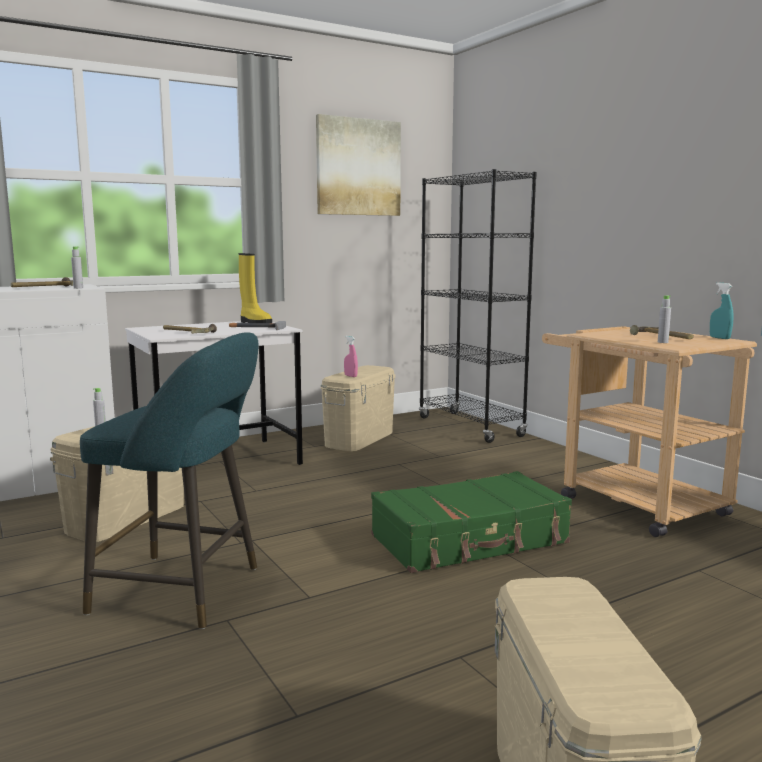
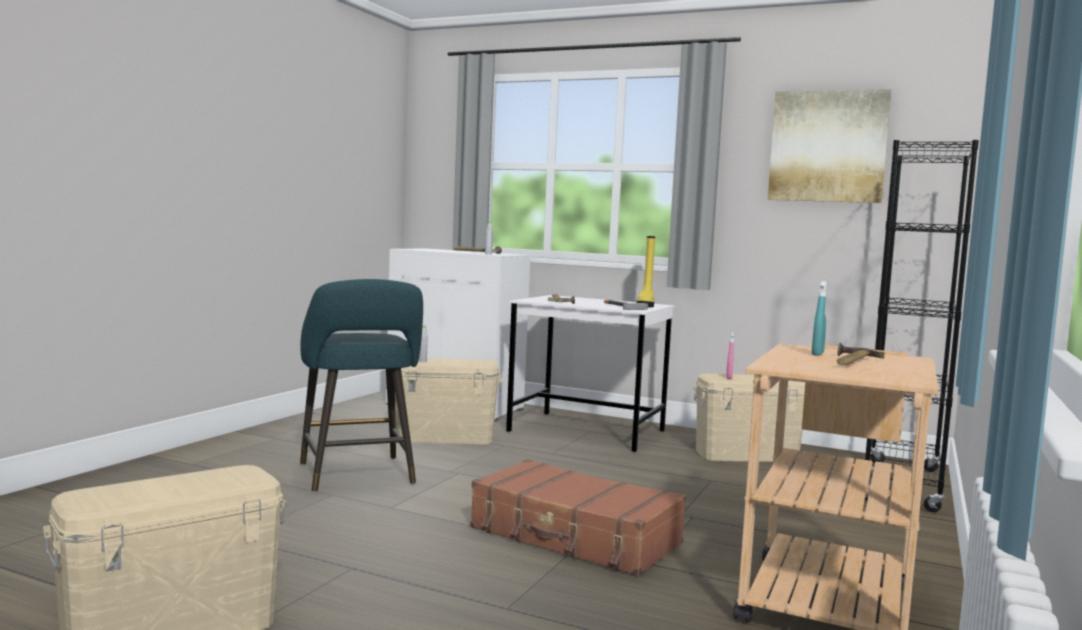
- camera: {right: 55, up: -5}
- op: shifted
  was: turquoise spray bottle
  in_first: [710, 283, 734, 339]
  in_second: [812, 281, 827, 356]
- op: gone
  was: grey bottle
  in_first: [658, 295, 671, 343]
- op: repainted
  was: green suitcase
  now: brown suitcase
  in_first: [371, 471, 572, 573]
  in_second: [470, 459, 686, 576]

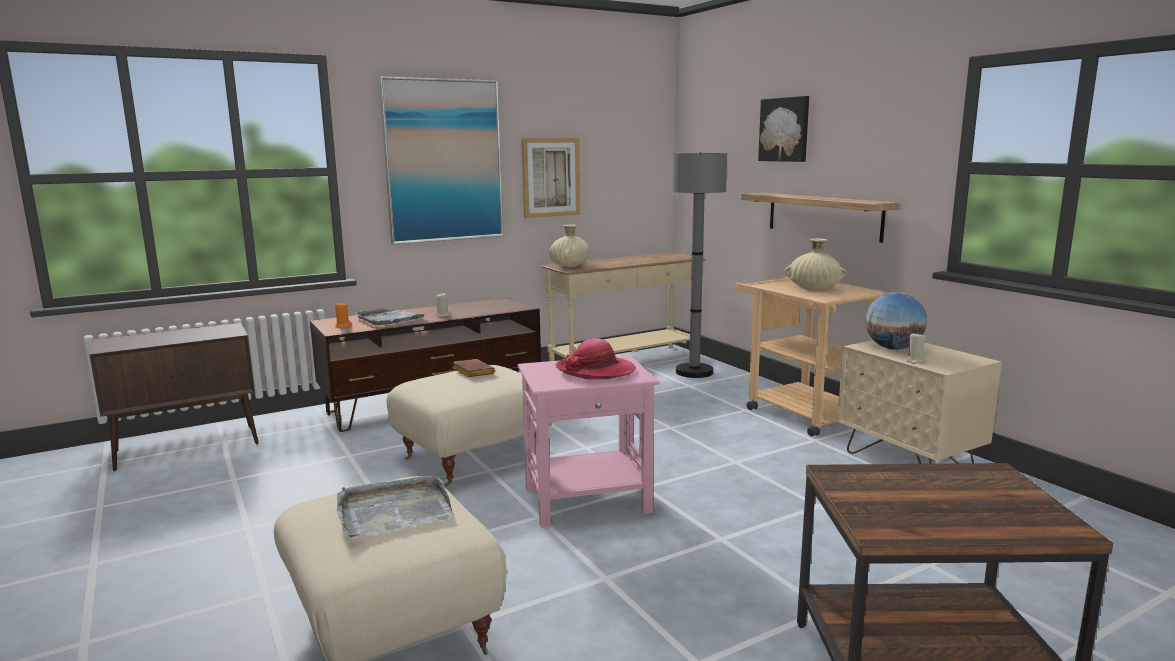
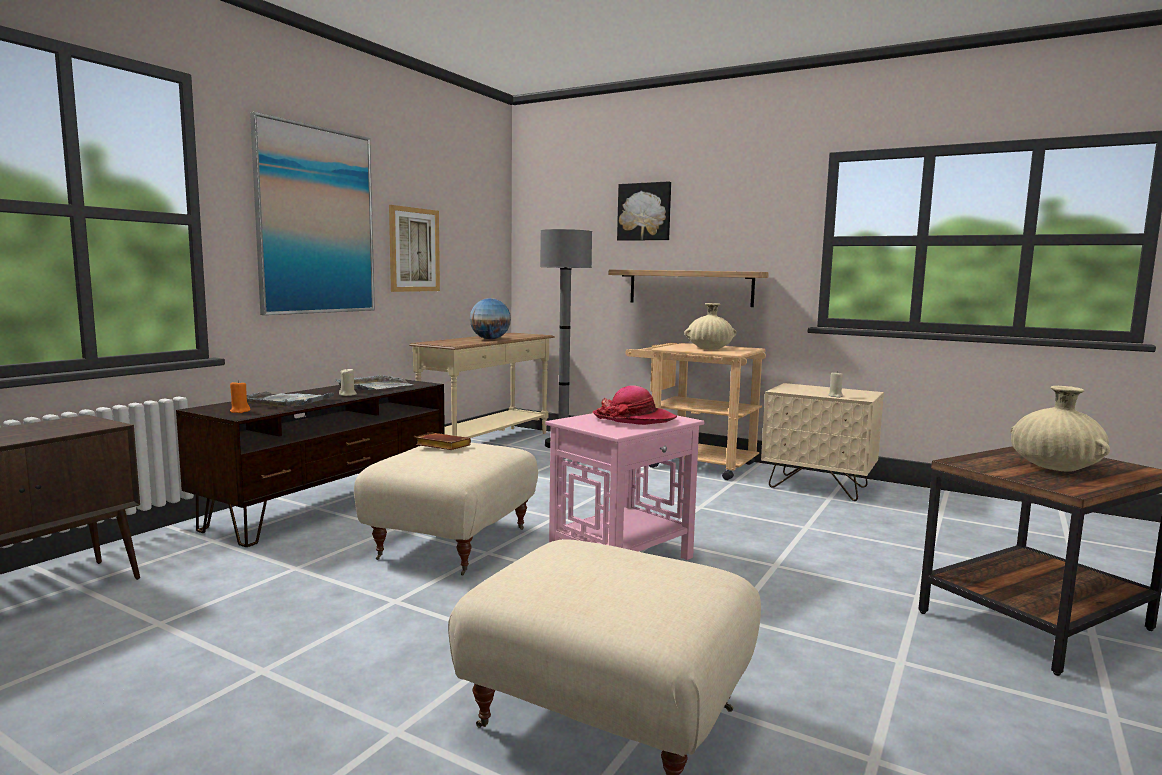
- camera: {right: -30, up: -5}
- op: shifted
  was: beige vase
  in_first: [550, 224, 590, 267]
  in_second: [1010, 386, 1110, 472]
- op: shifted
  was: globe
  in_first: [865, 292, 927, 350]
  in_second: [470, 298, 511, 339]
- op: shifted
  was: grey tray
  in_first: [337, 475, 455, 537]
  in_second: [336, 375, 414, 390]

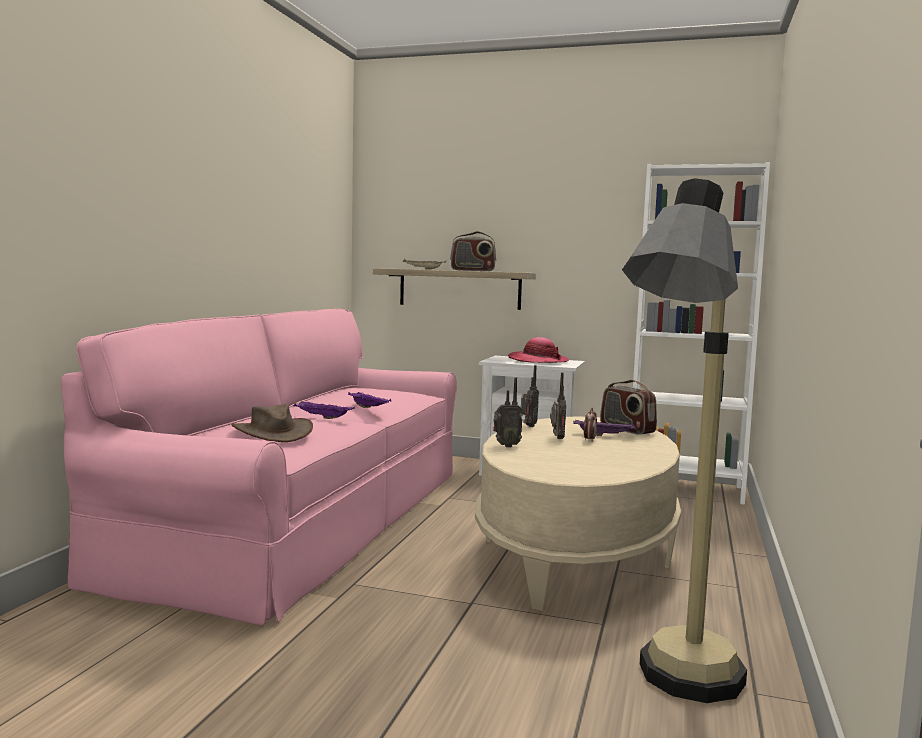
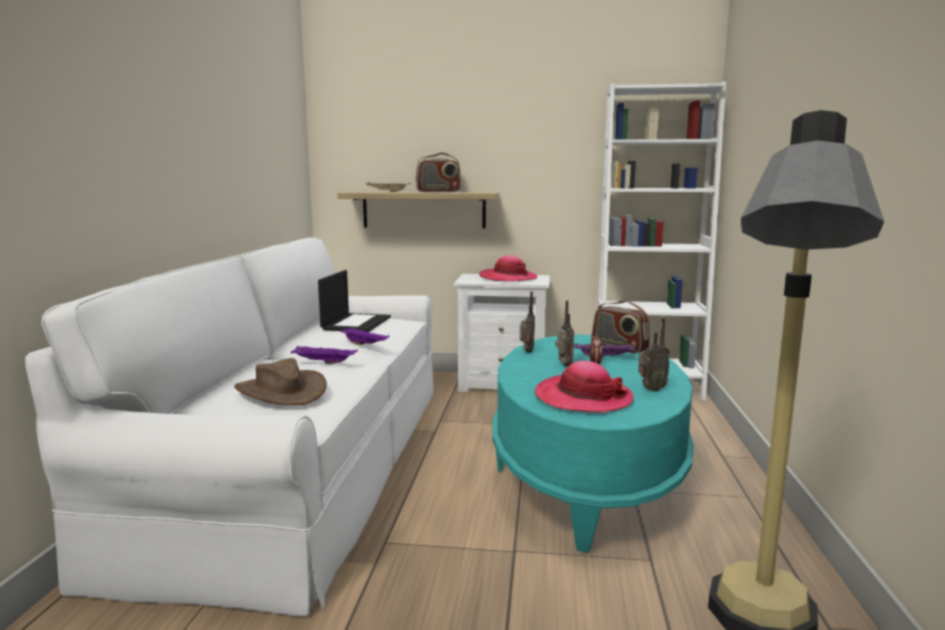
- camera: {right: -10, up: 5}
- op: repainted
  was: pink sofa
  now: white sofa
  in_first: [61, 309, 457, 625]
  in_second: [25, 237, 434, 616]
- op: shifted
  was: radio
  in_first: [493, 377, 523, 447]
  in_second: [638, 318, 670, 392]
- op: repainted
  was: beige coffee table
  now: turquoise coffee table
  in_first: [475, 416, 681, 611]
  in_second: [492, 334, 694, 553]
- op: new
  now: laptop
  in_second: [318, 270, 391, 332]
- op: new
  now: hat
  in_second: [535, 361, 633, 413]

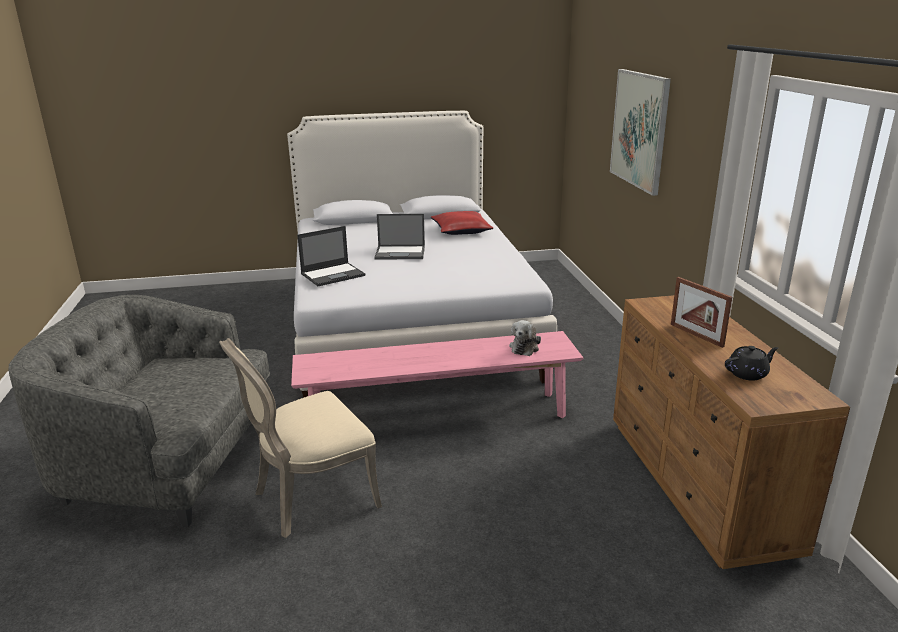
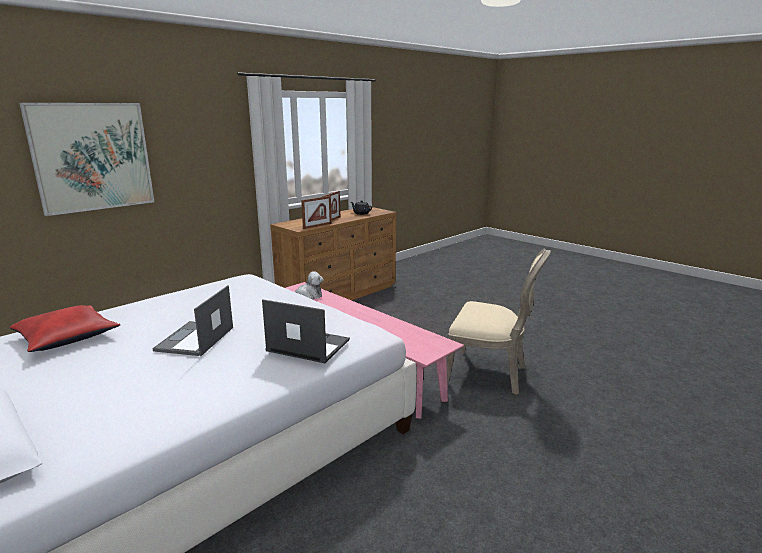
- camera: {right: -125, up: -5}
- op: rotated
  was: laptop
  in_first: [374, 214, 425, 260]
  in_second: [152, 285, 233, 356]
  clockwise: -135
- op: gone
  was: grey armchair
  in_first: [9, 295, 270, 527]
- op: new
  now: picture frame
  in_second: [301, 196, 332, 229]

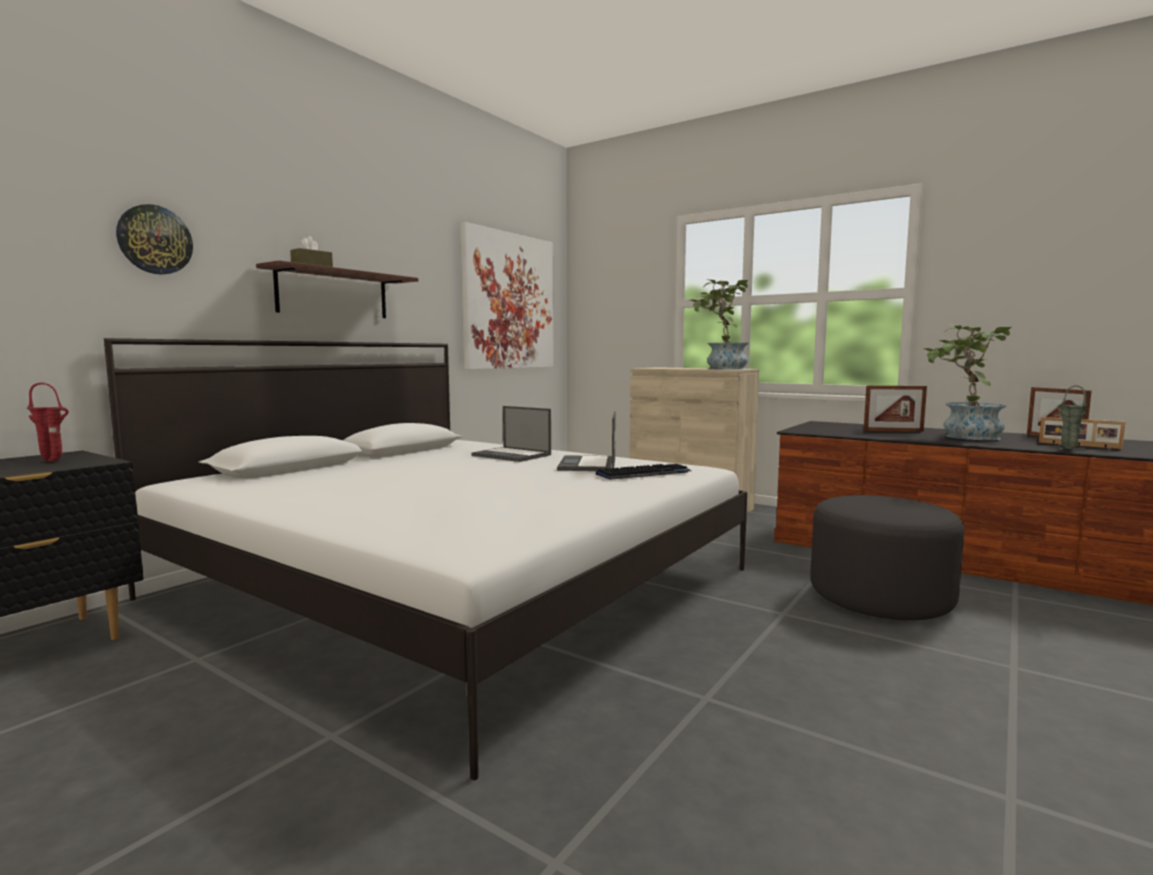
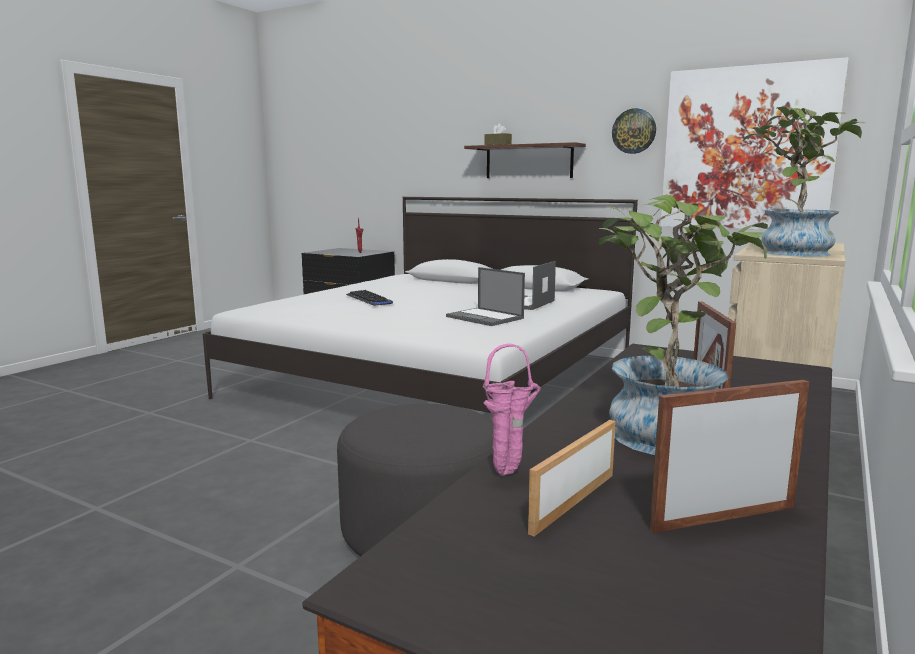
- camera: {right: 85, up: 5}
- op: shifted
  was: wall clock
  in_first: [116, 204, 193, 275]
  in_second: [612, 108, 656, 154]
- op: repainted
  was: green vase
  now: pink vase
  in_first: [1057, 385, 1088, 450]
  in_second: [482, 344, 541, 476]
- op: rotated
  was: laptop
  in_first: [557, 411, 616, 471]
  in_second: [446, 267, 525, 326]
  clockwise: -135
- op: shifted
  was: keyboard
  in_first: [596, 464, 691, 480]
  in_second: [346, 290, 393, 306]

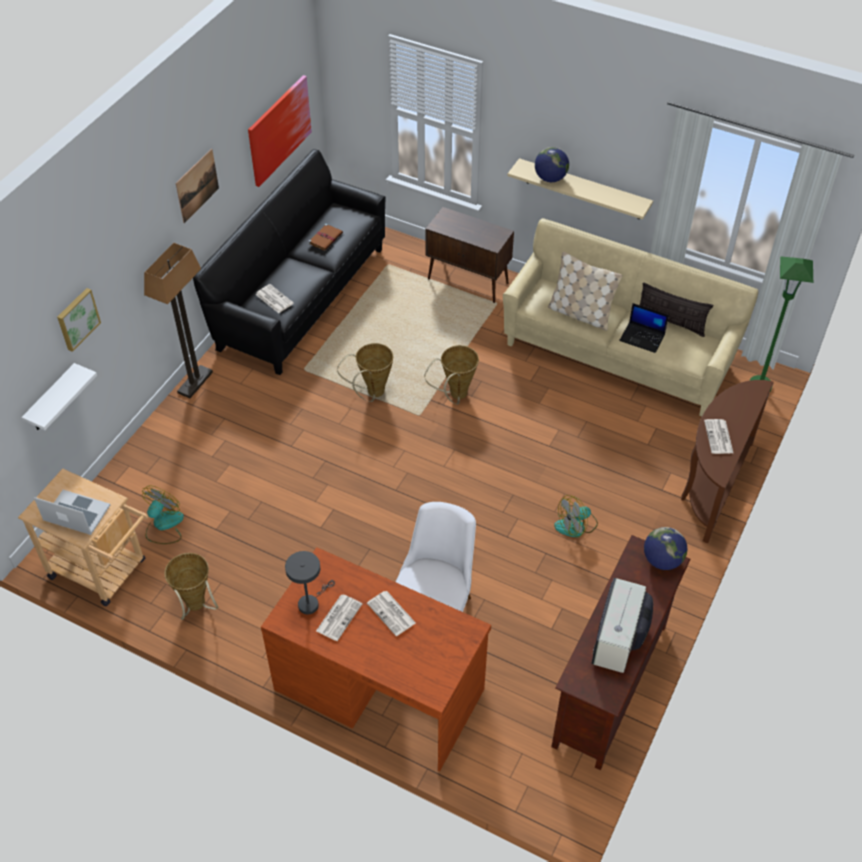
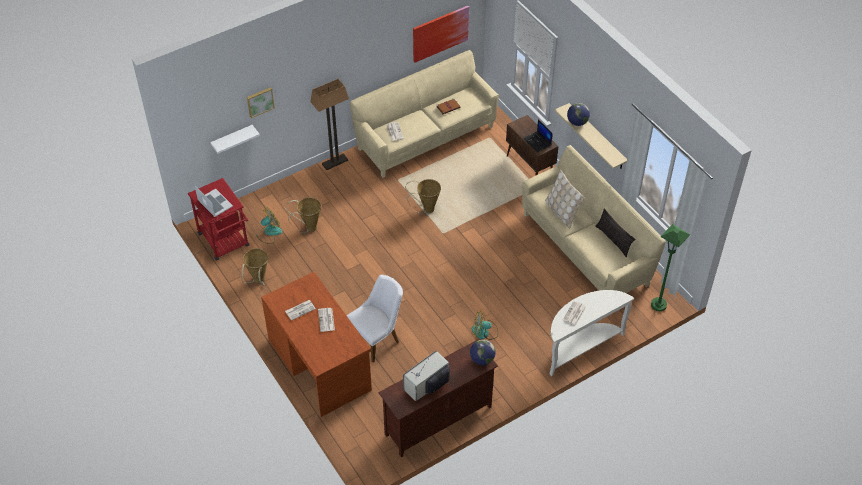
- camera: {right: 30, up: 0}
- op: gone
  was: picture
  in_first: [176, 149, 219, 223]
- op: repainted
  was: black sofa
  now: beige sofa
  in_first: [193, 149, 385, 375]
  in_second: [350, 50, 499, 178]
- op: shifted
  was: laptop
  in_first: [619, 303, 669, 353]
  in_second: [523, 119, 553, 152]
- op: shifted
  was: basket
  in_first: [425, 345, 479, 404]
  in_second: [285, 197, 321, 233]
- op: repainted
  was: brown console table
  now: white console table
  in_first: [681, 380, 774, 543]
  in_second: [549, 290, 634, 376]
- op: repainted
  was: beige cart
  now: red cart
  in_first: [18, 468, 148, 606]
  in_second: [188, 178, 249, 260]
- op: gone
  was: grey table lamp
  in_first: [285, 551, 335, 614]

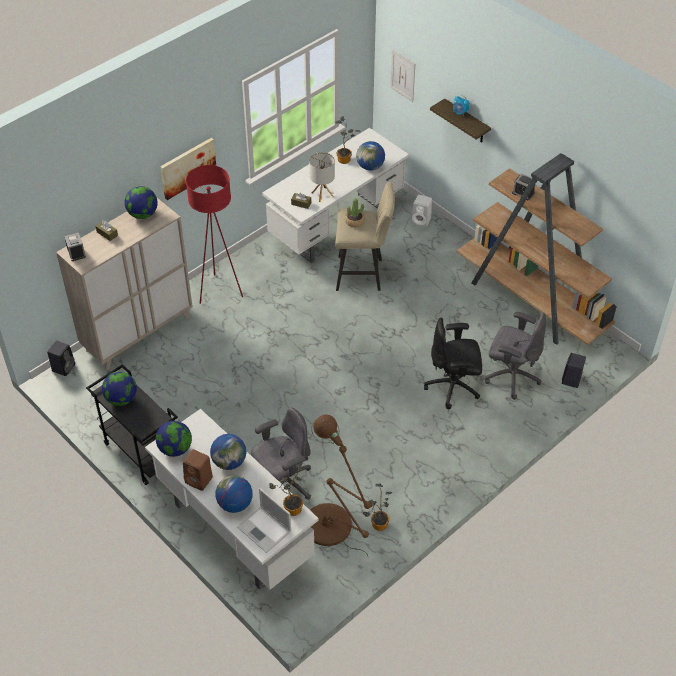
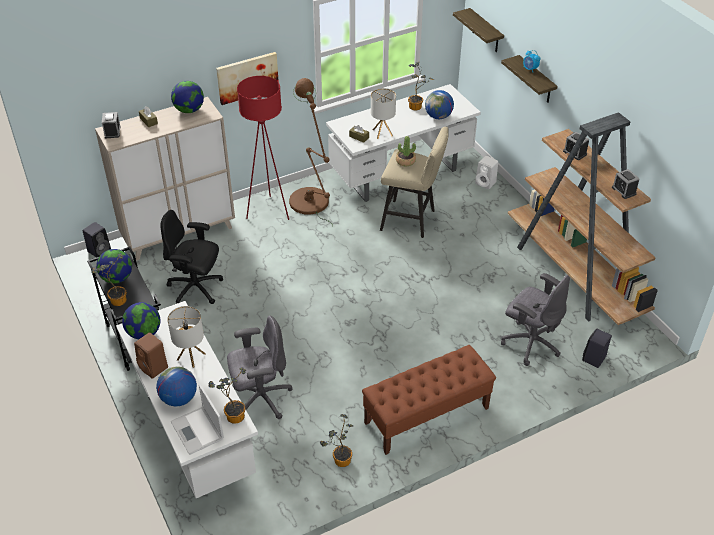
- camera: {right: 15, up: -5}
- op: swapped
  was: picture
  now: shelf
  in_first: [390, 49, 415, 102]
  in_second: [453, 8, 504, 52]
- op: shifted
  was: black office chair
  in_first: [424, 318, 482, 409]
  in_second: [160, 210, 223, 304]
- op: shifted
  was: brown floor lamp
  in_first: [310, 415, 371, 556]
  in_second: [289, 78, 333, 226]
- op: swapped
  was: globe
  now: table lamp
  in_first: [210, 434, 246, 470]
  in_second: [167, 306, 206, 368]
- op: new
  now: alarm clock
  in_second: [612, 169, 640, 199]
- op: new
  now: potted plant
  in_second: [91, 254, 127, 306]
- op: new
  now: brown bench
  in_second: [362, 345, 496, 455]

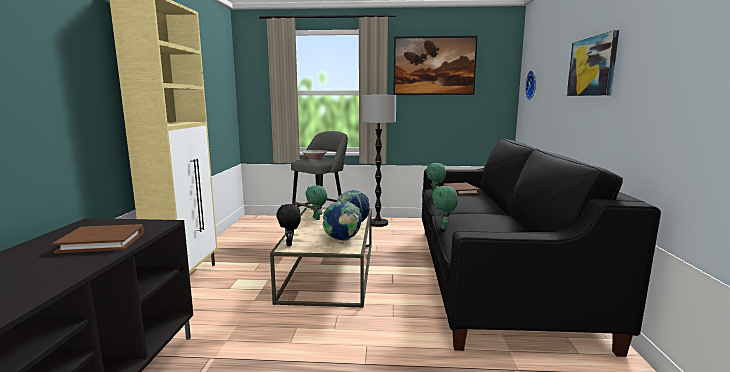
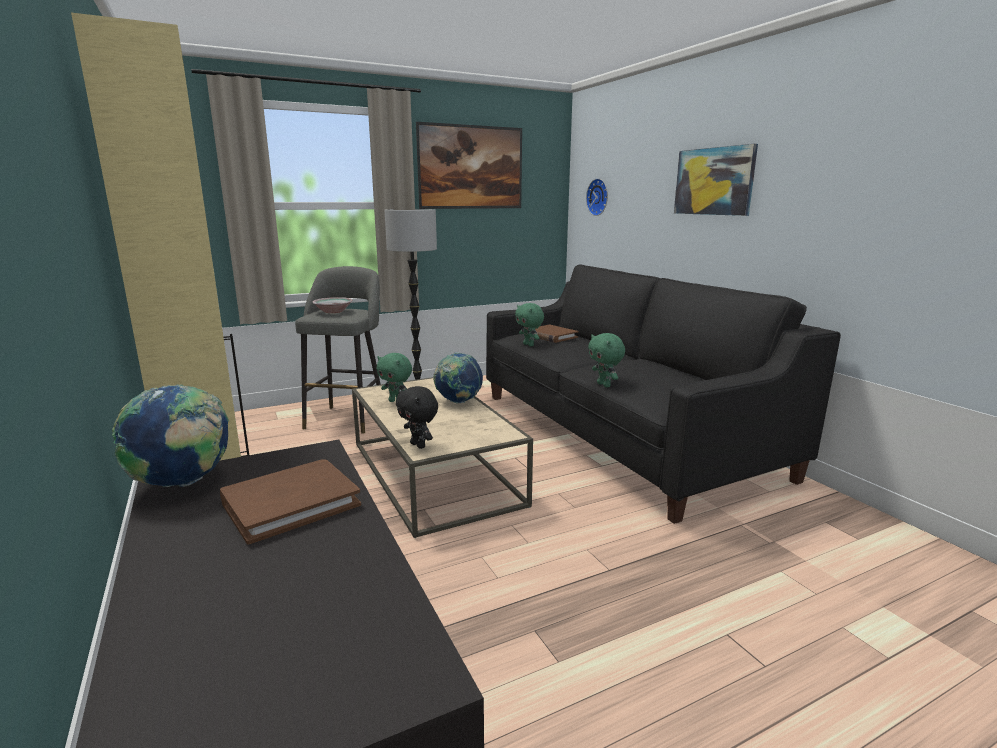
- camera: {right: -30, up: 5}
- op: shifted
  was: globe
  in_first: [323, 201, 362, 241]
  in_second: [112, 384, 229, 487]

